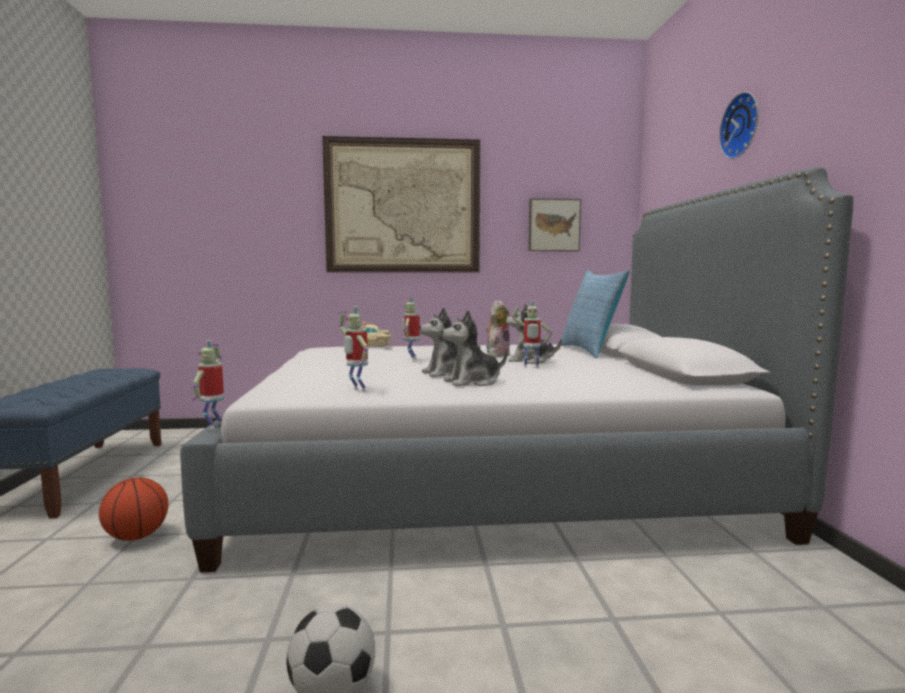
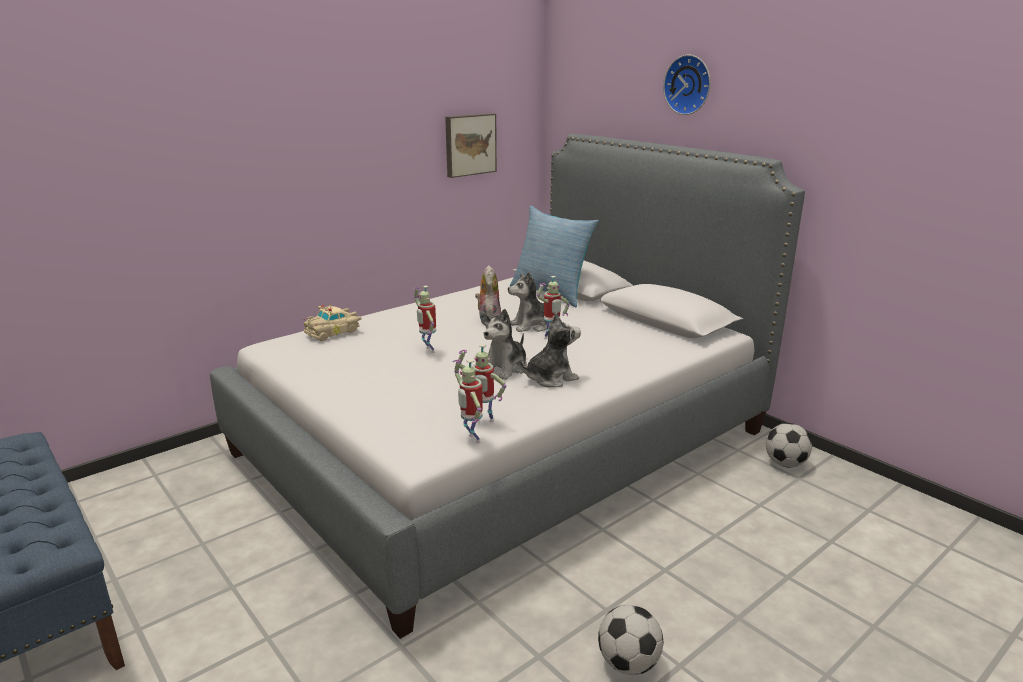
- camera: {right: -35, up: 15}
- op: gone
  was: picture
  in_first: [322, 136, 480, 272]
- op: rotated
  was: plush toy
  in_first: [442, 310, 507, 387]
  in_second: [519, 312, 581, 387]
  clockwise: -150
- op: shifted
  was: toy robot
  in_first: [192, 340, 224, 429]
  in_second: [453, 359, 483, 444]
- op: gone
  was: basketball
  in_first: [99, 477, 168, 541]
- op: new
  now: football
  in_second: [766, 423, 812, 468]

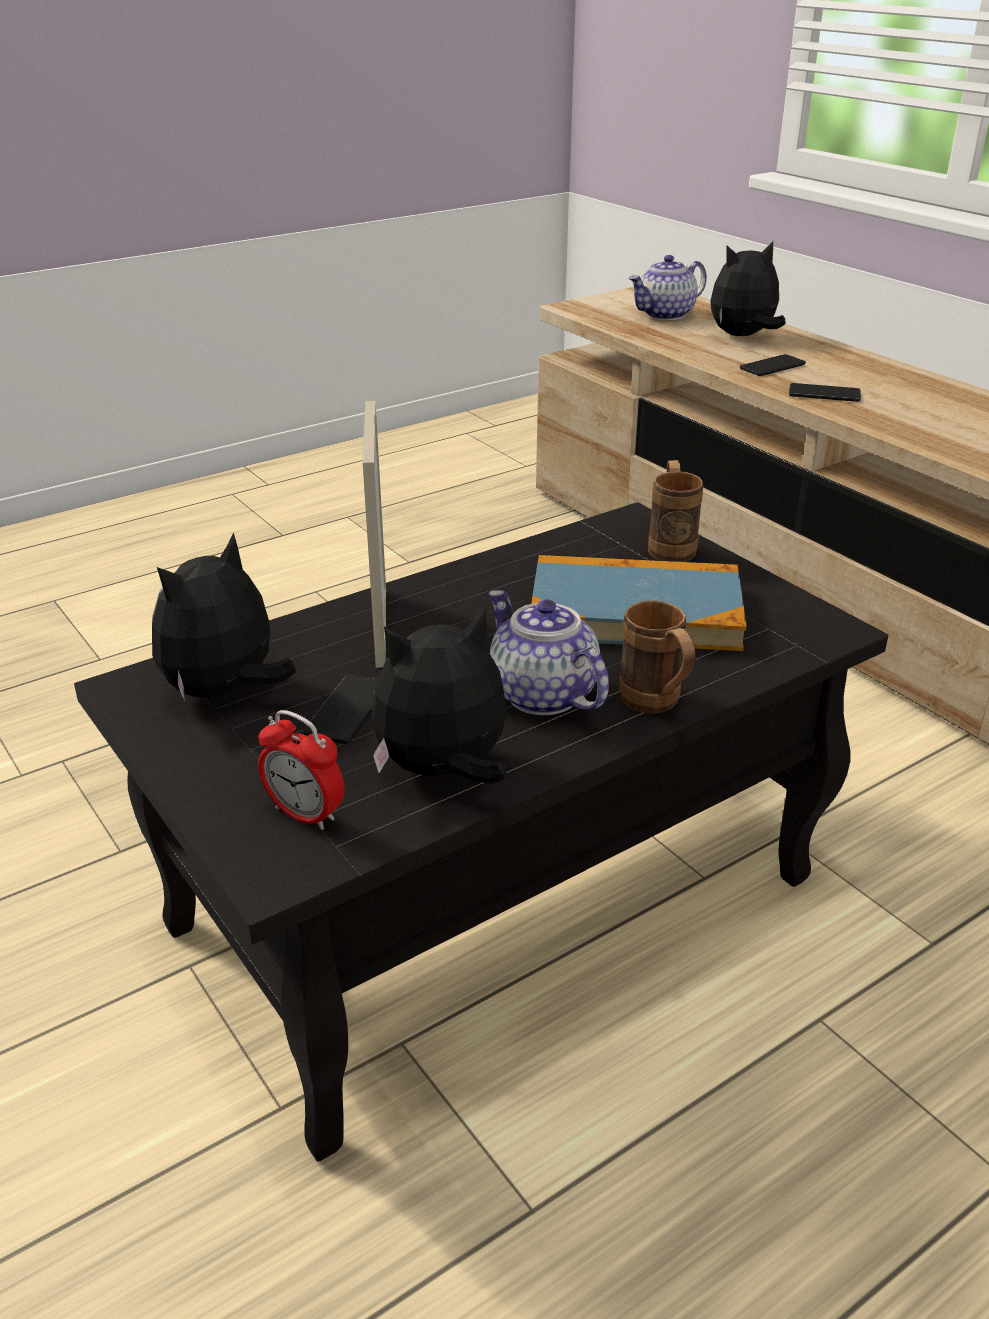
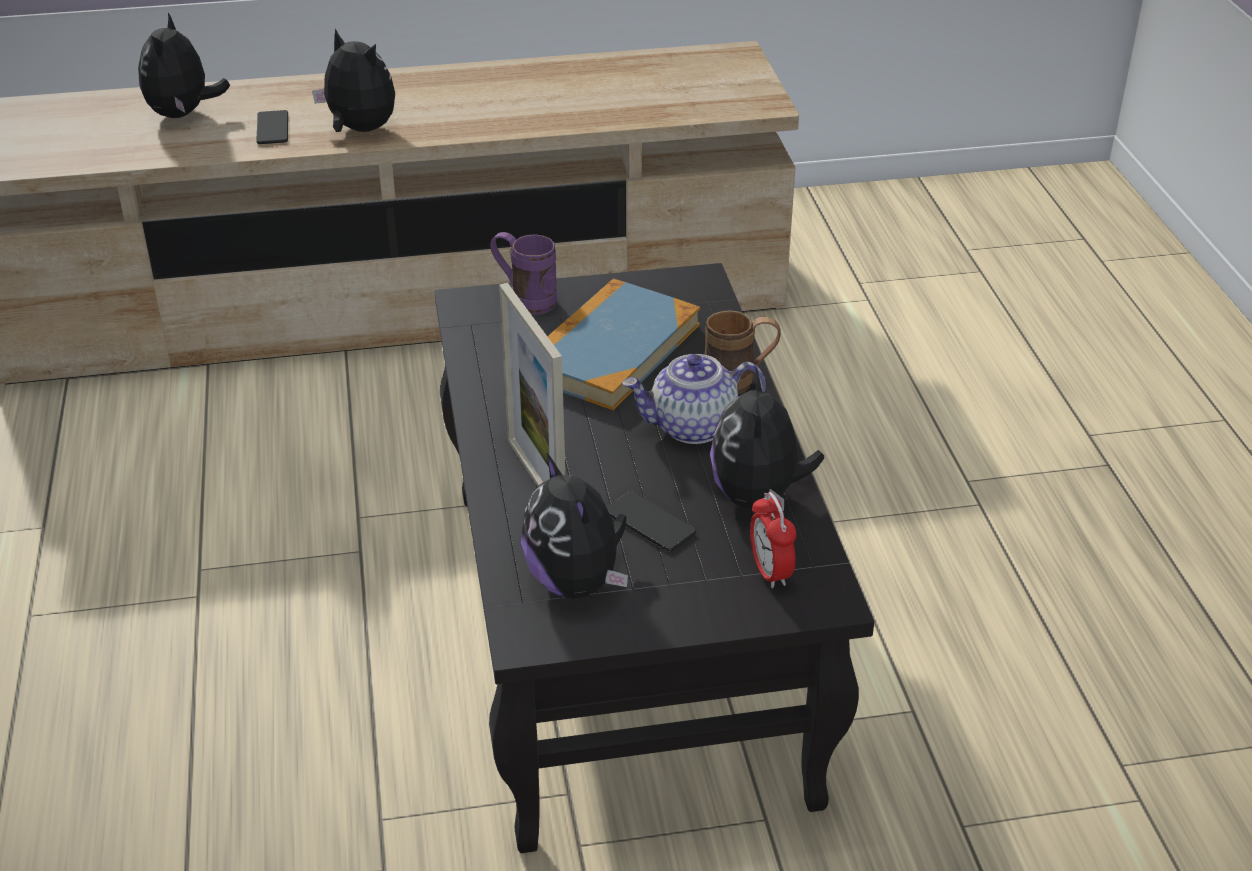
- camera: {right: -65, up: 5}
- op: gone
  was: teapot
  in_first: [628, 255, 707, 320]
- op: swapped
  was: phone
  now: plush toy
  in_first: [789, 383, 861, 402]
  in_second: [312, 29, 395, 132]
- op: rotated
  was: picture frame
  in_first: [363, 401, 386, 668]
  in_second: [499, 283, 565, 487]
  clockwise: 45
- op: repainted
  was: brown mug
  now: purple mug
  in_first: [648, 460, 704, 562]
  in_second: [490, 232, 557, 315]
- op: rotated
  was: alarm clock
  in_first: [258, 710, 345, 830]
  in_second: [750, 492, 796, 589]
  clockwise: 105

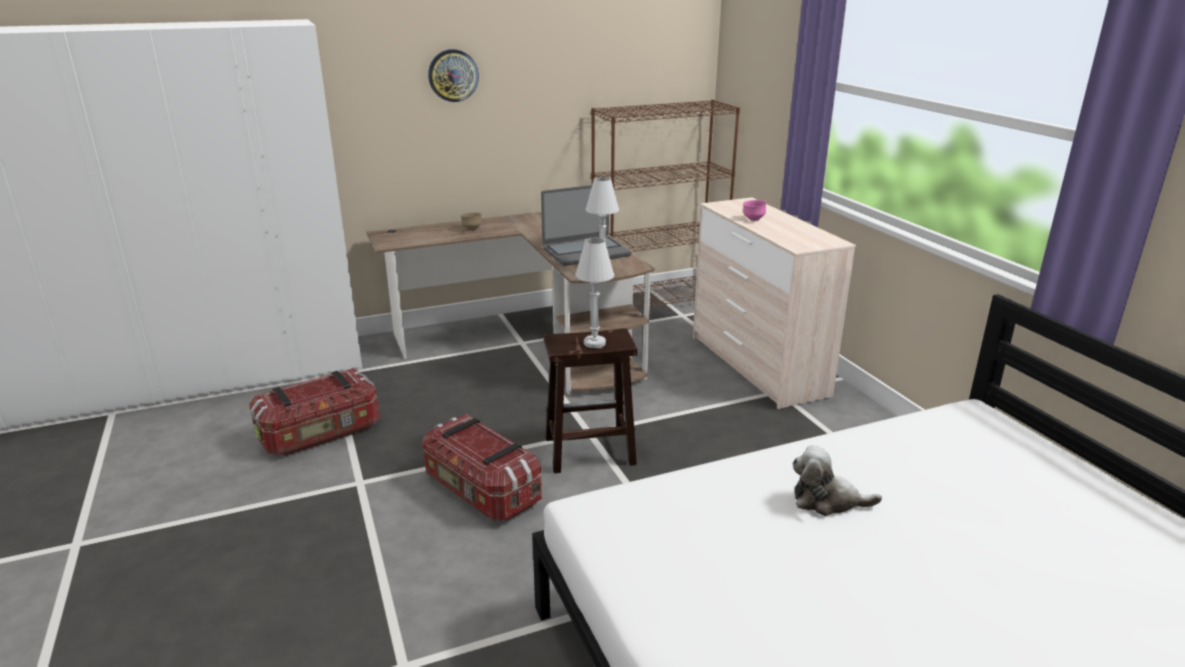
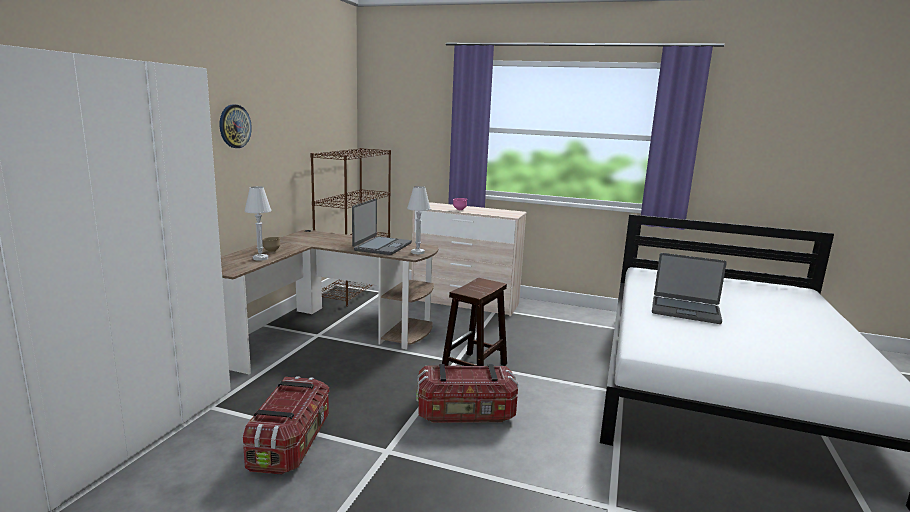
- camera: {right: -50, up: -10}
- op: shifted
  was: white table lamp
  in_first: [575, 238, 614, 348]
  in_second: [244, 186, 272, 261]
- op: swapped
  was: plush toy
  now: laptop
  in_first: [792, 445, 882, 516]
  in_second: [652, 253, 727, 324]

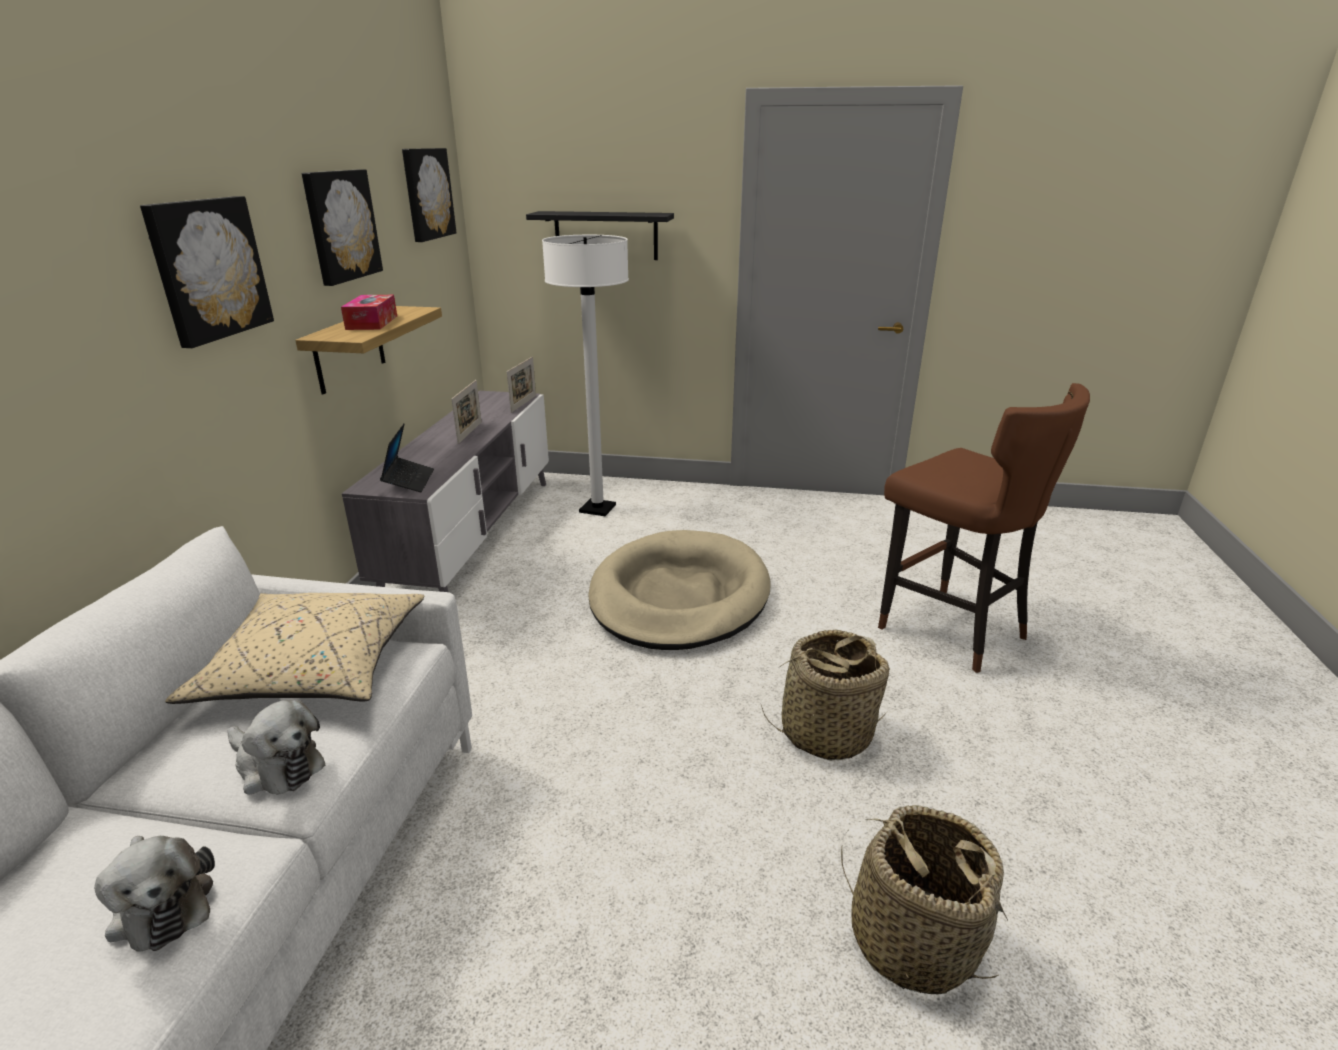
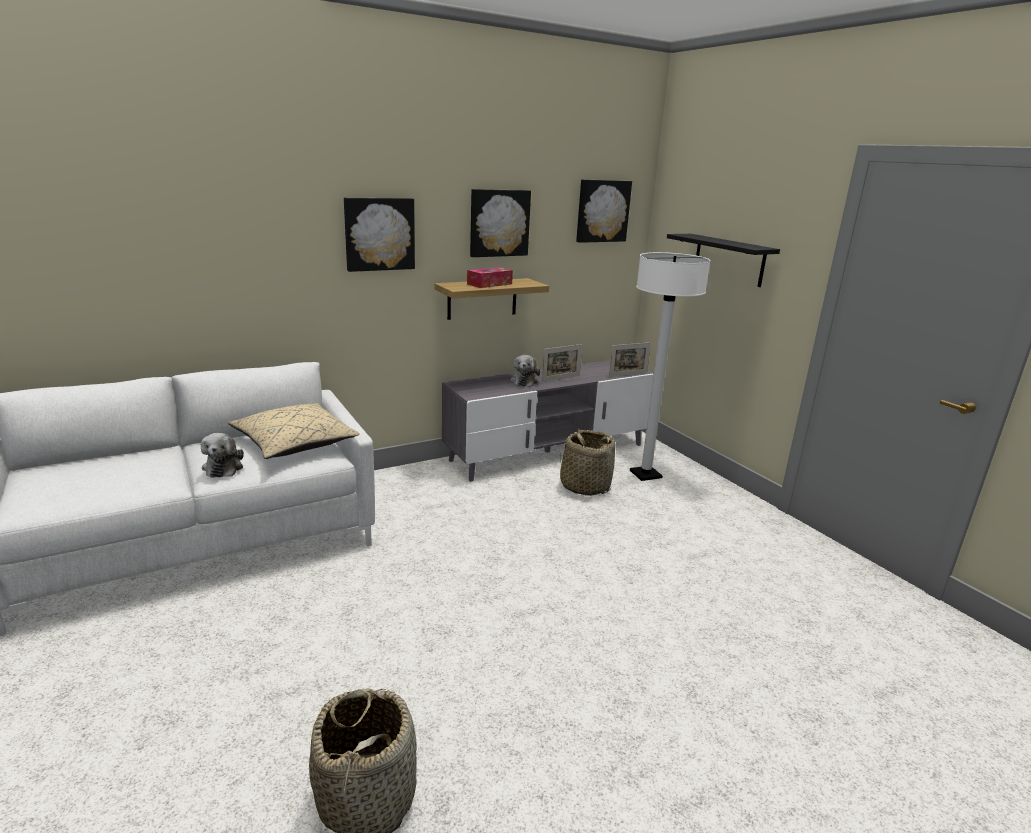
- camera: {right: 50, up: -5}
- op: gone
  was: brown stool
  in_first: [878, 383, 1090, 673]
- op: gone
  was: laptop
  in_first: [380, 424, 434, 492]
- op: gone
  was: beige dog bed
  in_first: [588, 530, 770, 650]
- op: shifted
  was: basket
  in_first: [761, 629, 894, 761]
  in_second: [560, 429, 615, 496]
- op: shifted
  was: plush toy
  in_first: [94, 836, 215, 952]
  in_second: [511, 355, 540, 387]

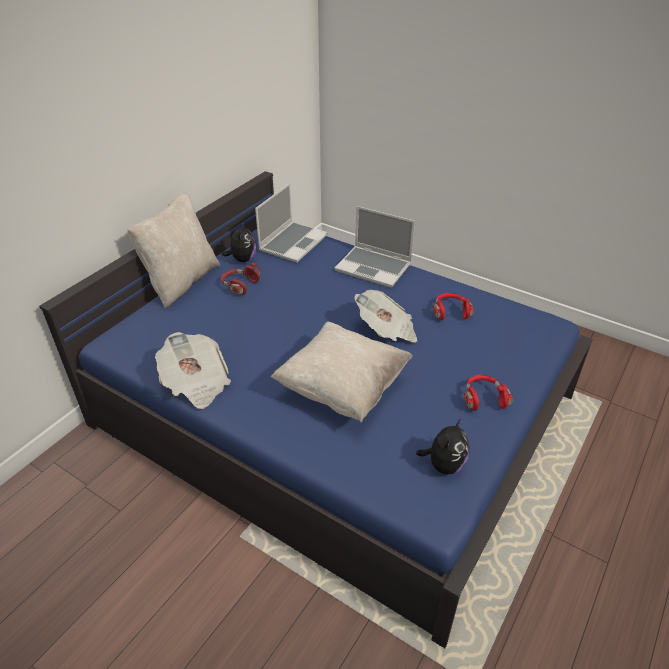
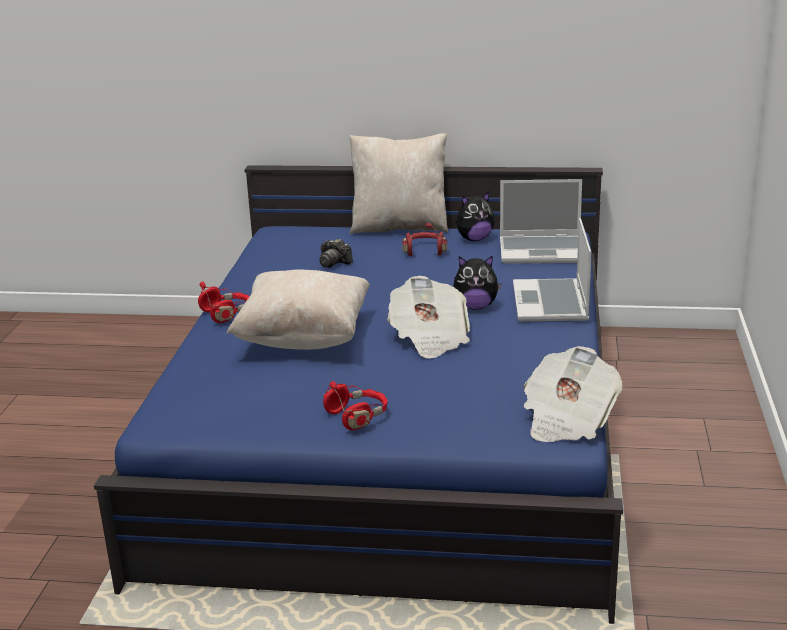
- camera: {right: 65, up: -15}
- op: shifted
  was: red headphones
  in_first: [433, 293, 474, 320]
  in_second: [198, 282, 250, 323]
- op: shifted
  was: newspaper
  in_first: [155, 332, 231, 409]
  in_second: [523, 346, 623, 442]
- op: shifted
  was: plush toy
  in_first: [416, 418, 469, 475]
  in_second: [453, 256, 501, 310]
- op: new
  now: photo camera
  in_second: [319, 239, 353, 268]

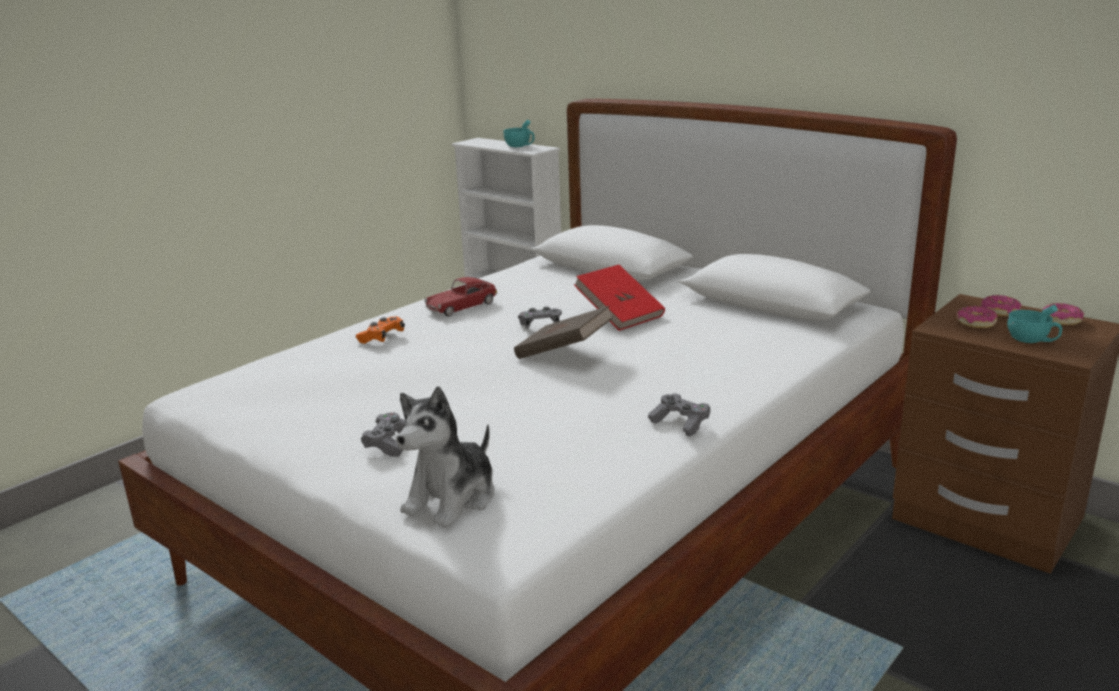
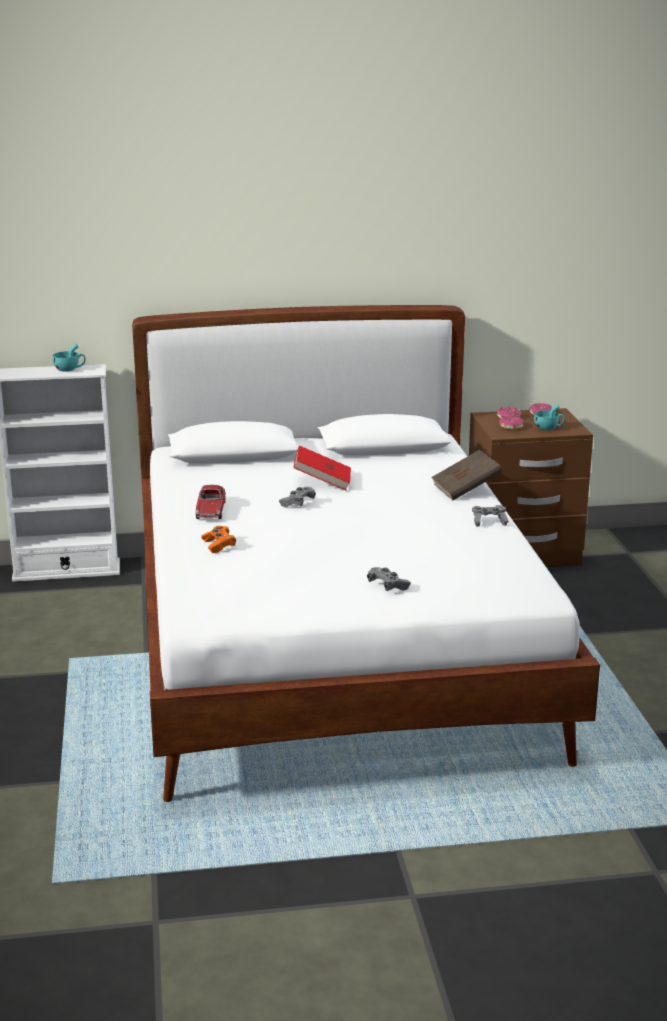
- camera: {right: -50, up: 0}
- op: shifted
  was: brown book
  in_first: [514, 306, 614, 359]
  in_second: [431, 450, 502, 500]
- op: gone
  was: plush toy
  in_first: [396, 386, 494, 528]

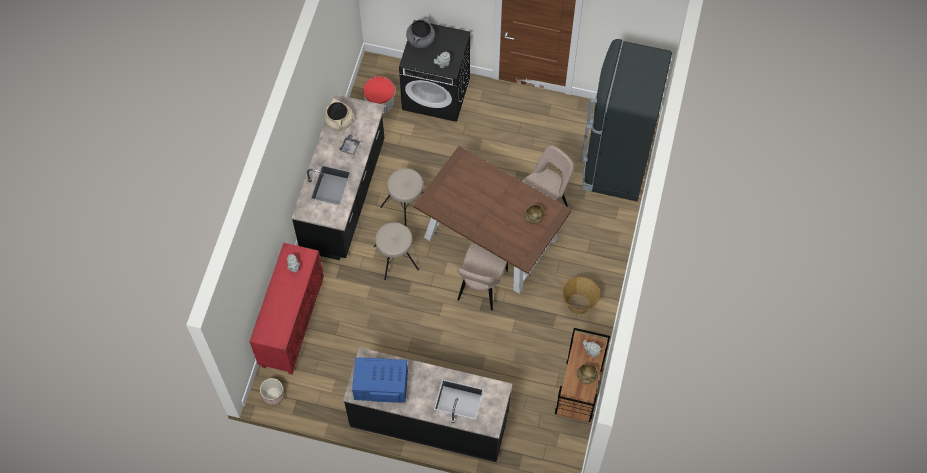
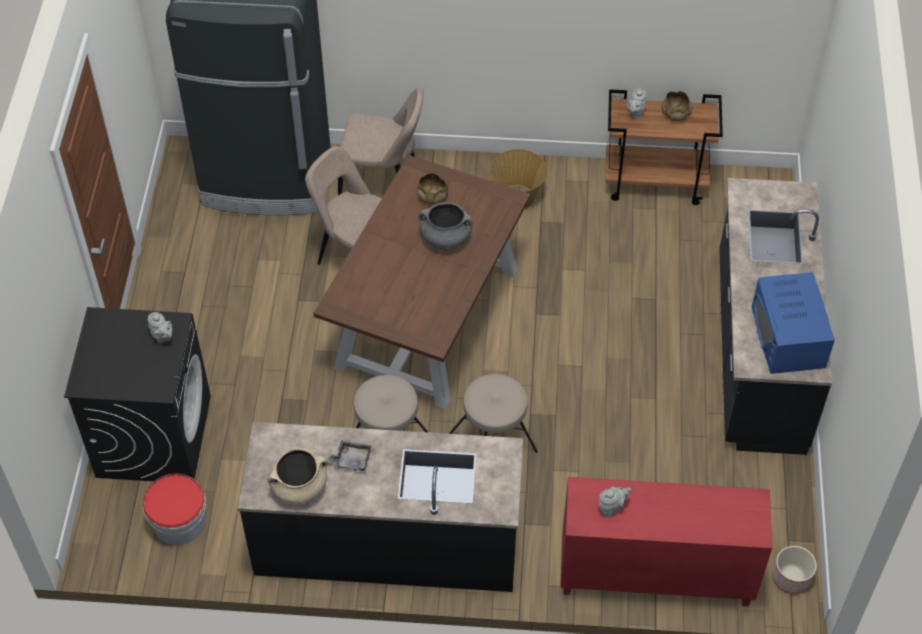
- camera: {right: -100, up: -10}
- op: shifted
  was: grey cooking pot
  in_first: [406, 17, 435, 48]
  in_second: [418, 202, 473, 250]
- op: shifted
  was: beige chair
  in_first: [457, 243, 508, 311]
  in_second: [338, 88, 424, 195]

